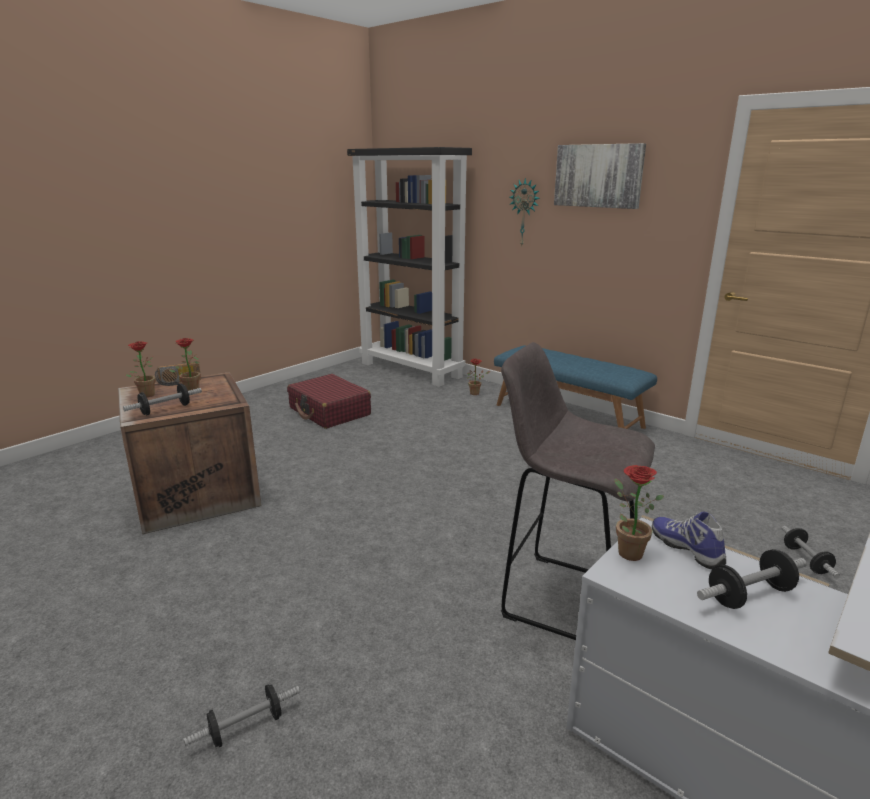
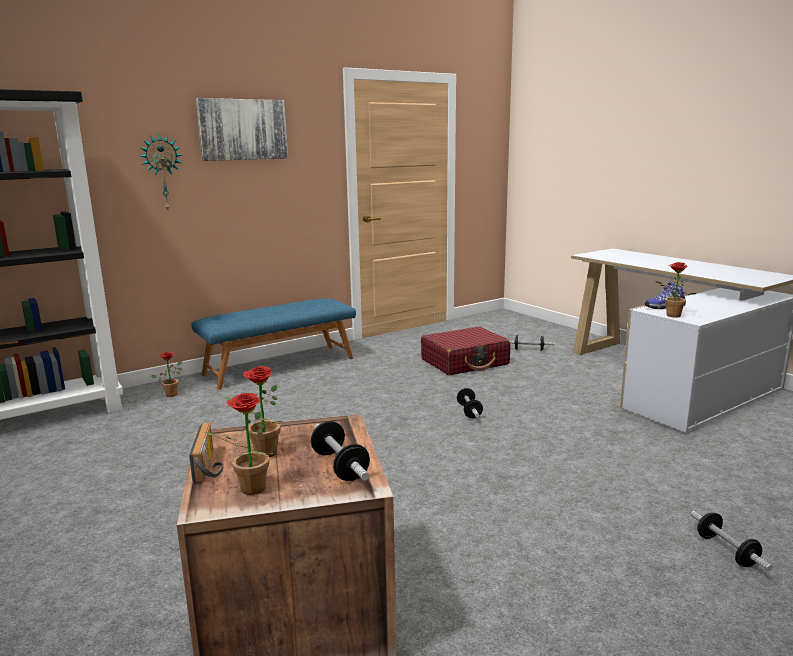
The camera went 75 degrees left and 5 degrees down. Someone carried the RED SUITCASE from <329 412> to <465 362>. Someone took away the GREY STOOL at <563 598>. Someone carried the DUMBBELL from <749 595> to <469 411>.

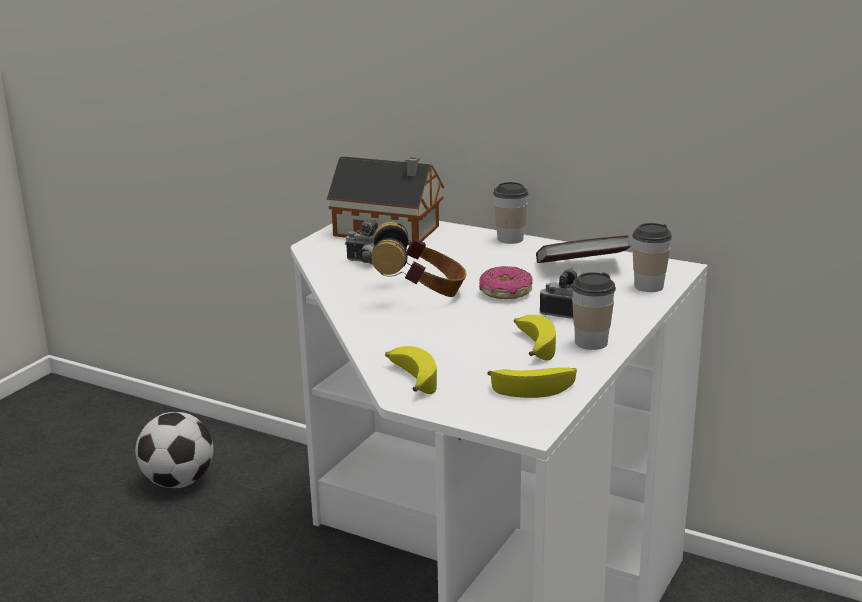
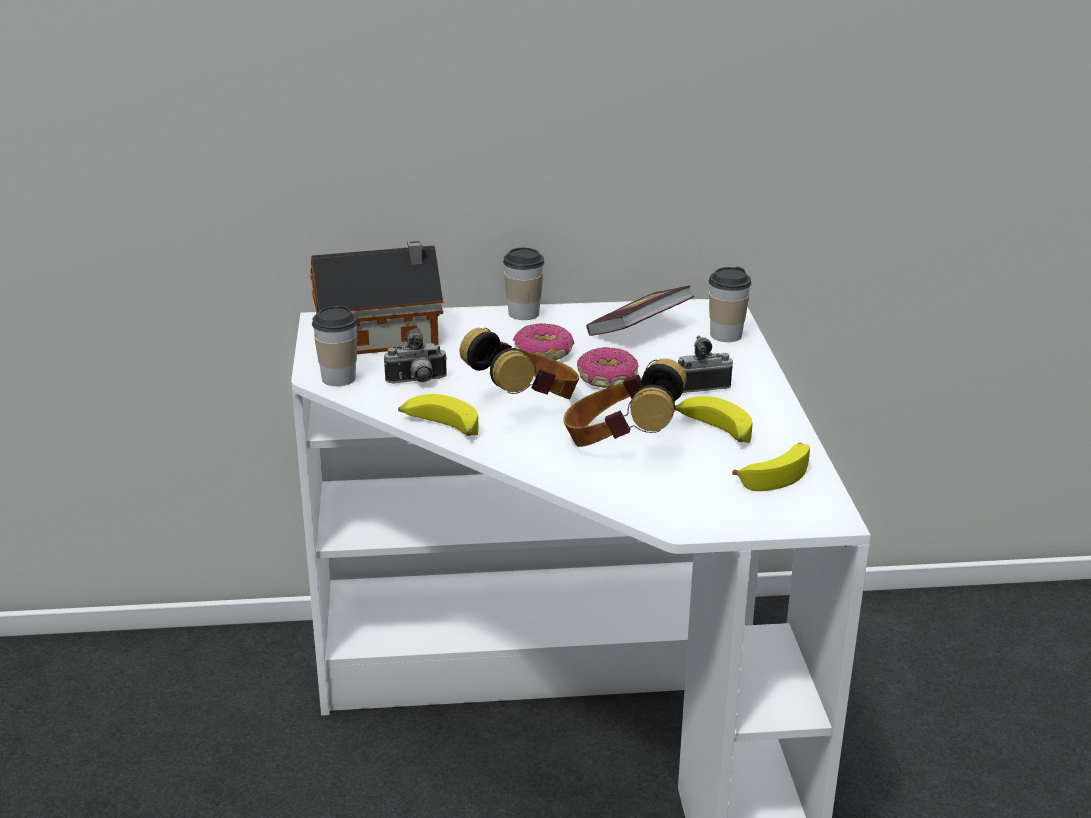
The camera went 35 degrees left and 5 degrees up. Someone took away the FOOTBALL at <178 482>. Someone carried the BANANA from <410 378> to <439 426>. Someone carried the CUP from <591 342> to <338 378>. Someone put down the DONUT at <543 353>. Someone put down the HEADPHONES at <620 444>.

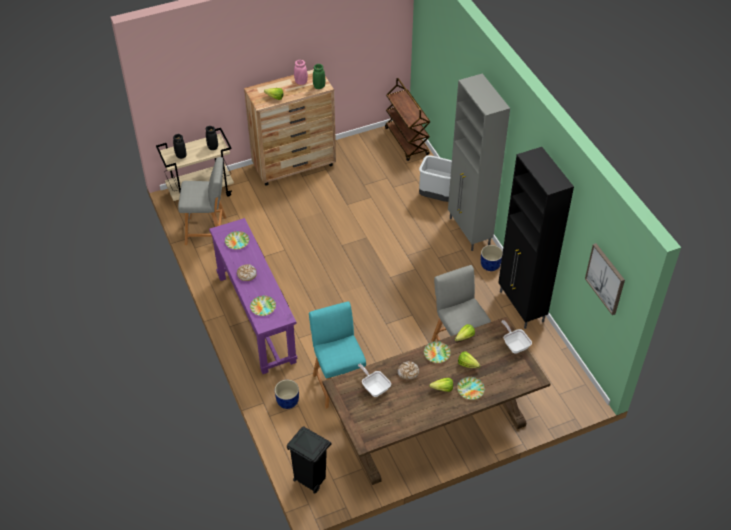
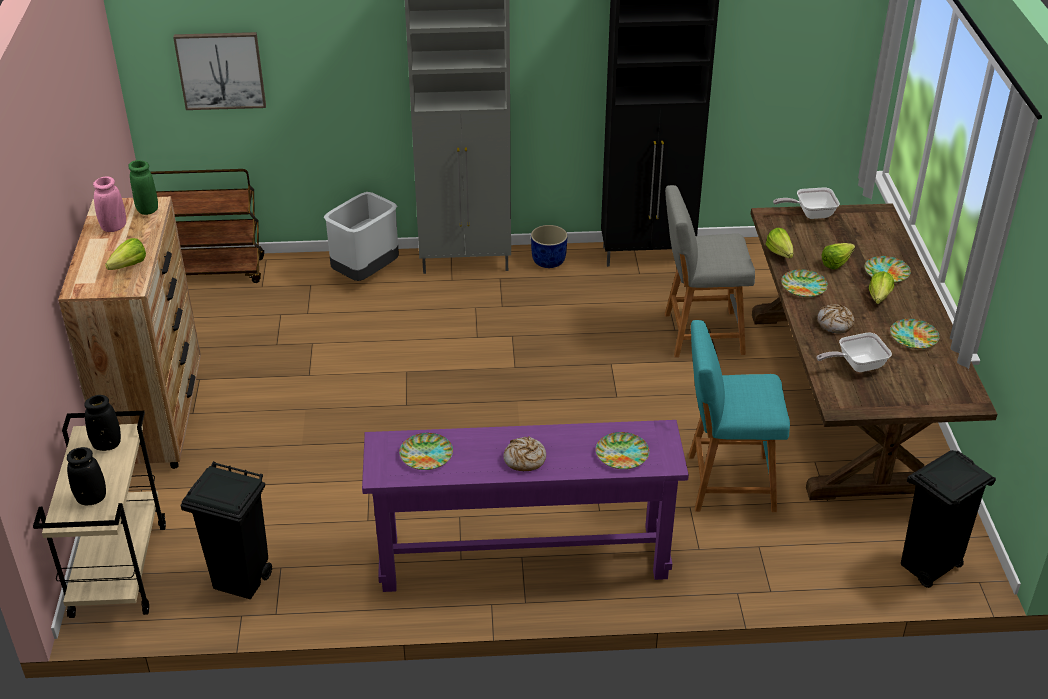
The camera went 70 degrees left and 10 degrees down. Someone swapped the GREY STOOL at <208 231> for the BLACK TRASH CAN at <242 581>. Someone took away the BLUE PLANTER at <287 401>. Someone carried the PICTURE from <605 278> to <221 70>. Someone put down the PLATE at <913 337>.

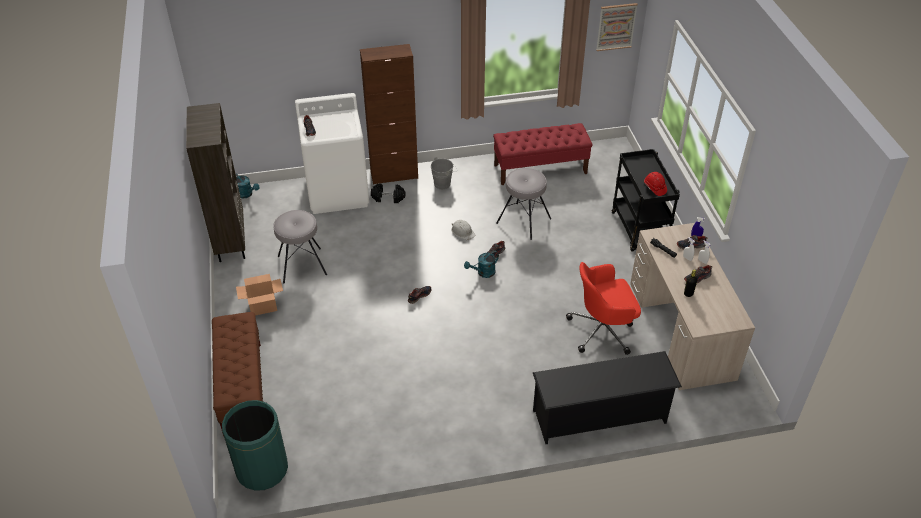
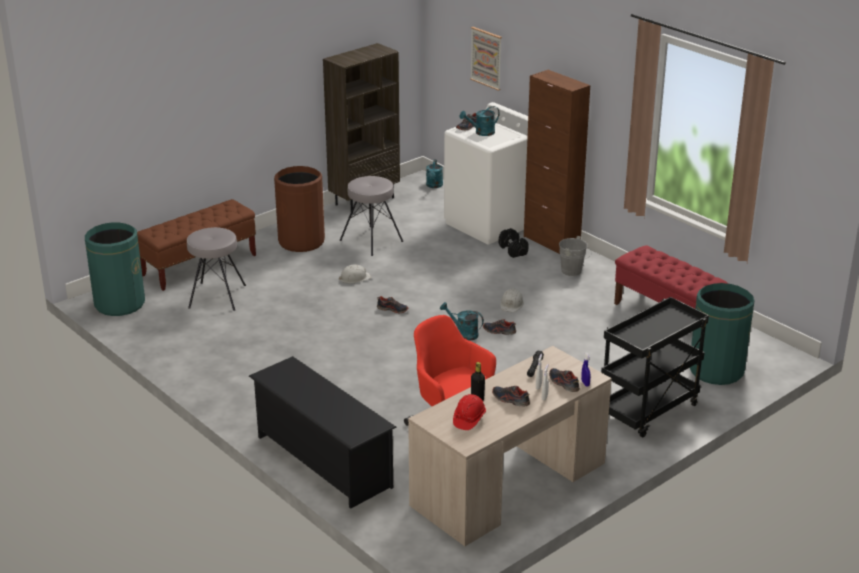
The camera went 60 degrees right and 15 degrees down. Someone swapped the CARDBOARD BOX at <263 306> for the BROWN TRASH CAN at <301 241>. Someone carried the GREY STOOL from <523 221> to <217 296>. Someone carried the PICTURE from <616 26> to <486 58>. Someone carried the RED HARD HAT from <654 188> to <469 419>. Someone put down the WHITE HARD HAT at <354 278>. Someone put down the TURQUOISE WATERING CAN at <481 133>. Someone put down the GREEN TRASH CAN at <716 370>.

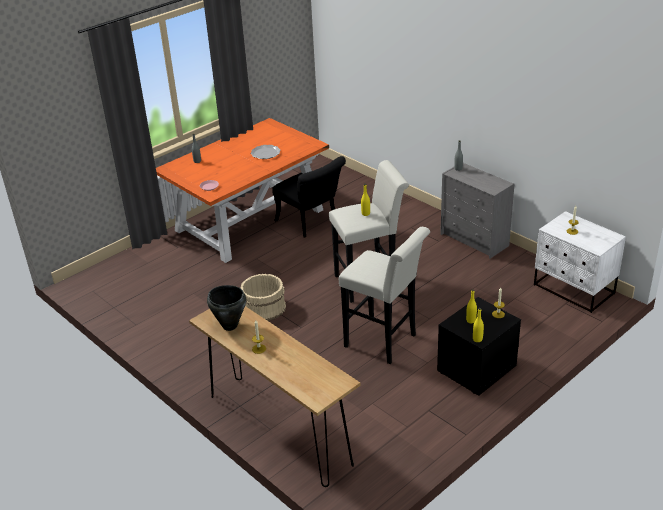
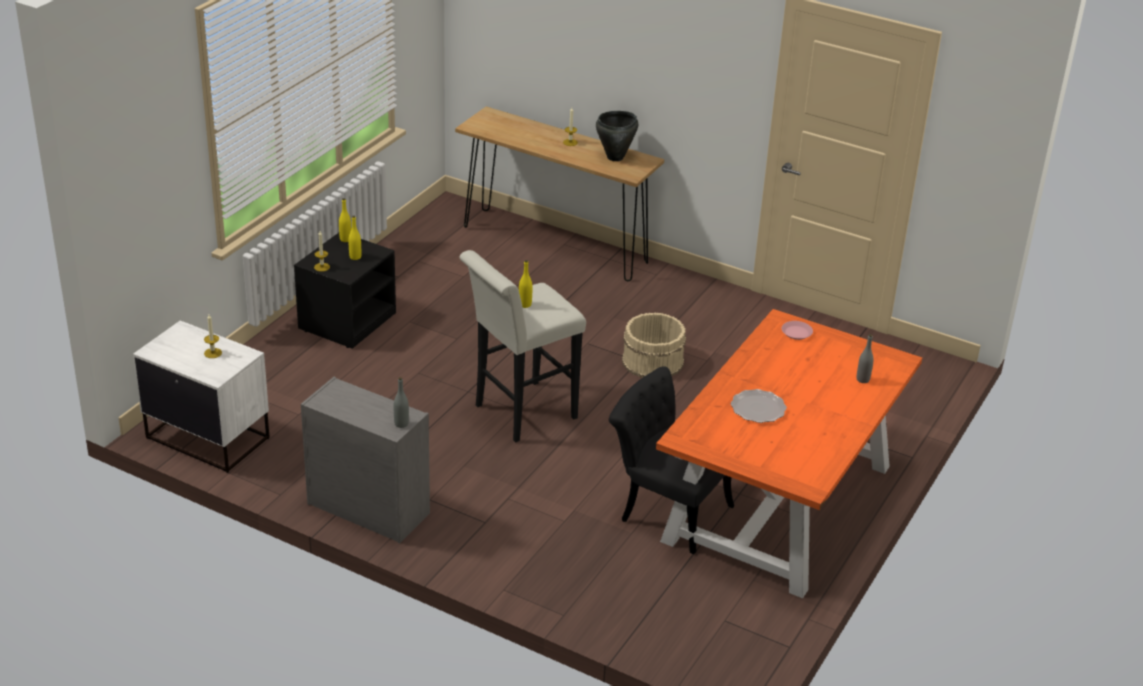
The camera went 160 degrees right and 0 degrees up. Someone took away the WHITE STOOL at <385 342>.

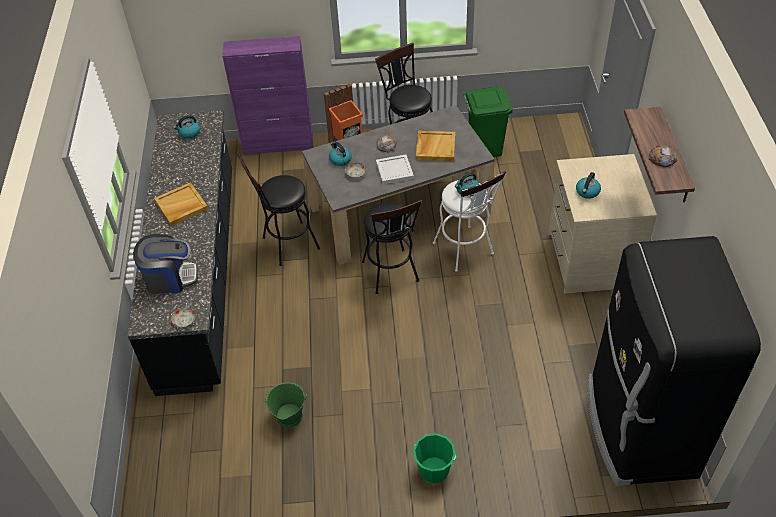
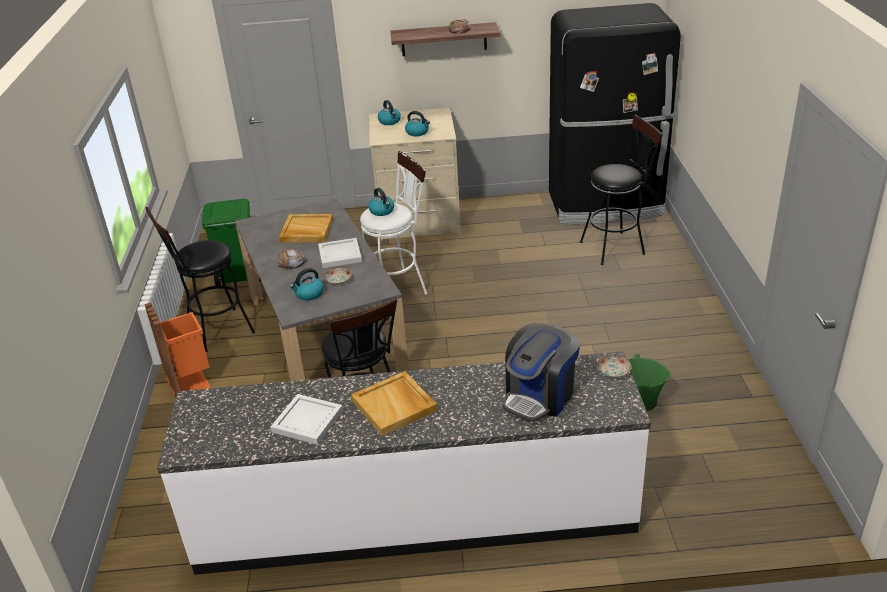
The camera went 90 degrees left and 15 degrees down. Someone repainted the BLACK COUNTER at <200 275>, which became the WHITE COUNTER at <415 514>. Someone rotated the COFFEE MACHINE at <170 277> by 135 degrees counterclockwise. Someone carried the KETTLE from <189 133> to <390 121>. Someone took away the PURPLE CABINET at <279 144>. Someone carried the BLACK STOOL from <392 275> to <617 246>. Someone took away the GREEN BUCKET at <434 470>. Someone put down the WHITE TRAY at <309 421>.

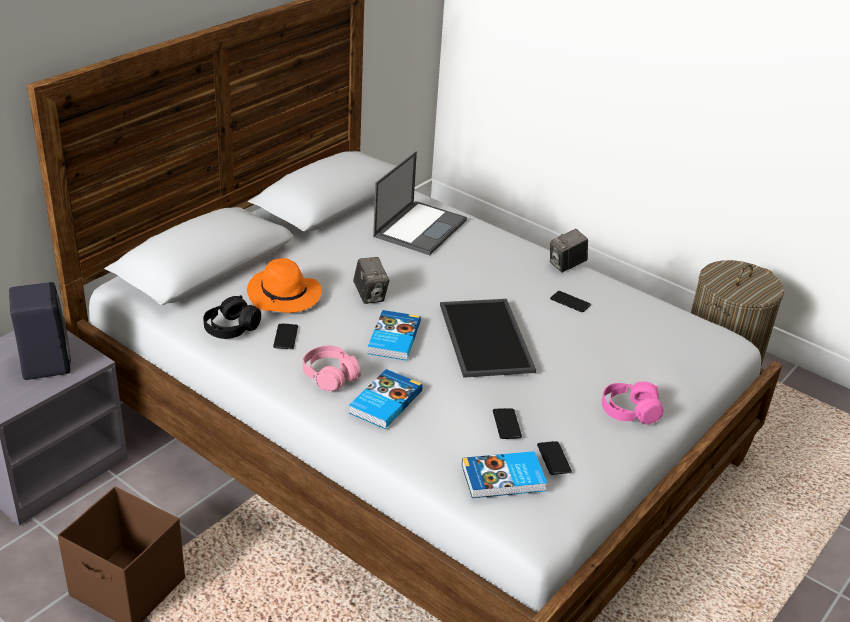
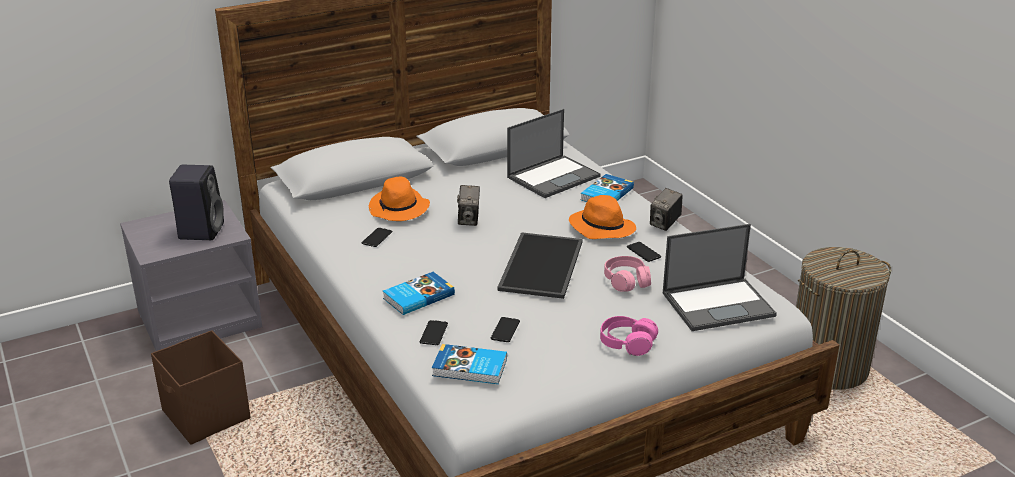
The camera went 25 degrees right and 5 degrees down. Someone took away the BLACK HEADPHONES at <231 328>. Someone carried the PINK HEADPHONES from <330 376> to <626 281>. Someone carried the BOOK from <392 338> to <606 194>. Someone carried the PHONE from <554 458> to <434 333>. Someone rotated the PHOTO CAMERA at <566 265> by 45 degrees counterclockwise. Someone put down the ORANGE HAT at <601 228>. Someone put down the LAPTOP at <719 304>.

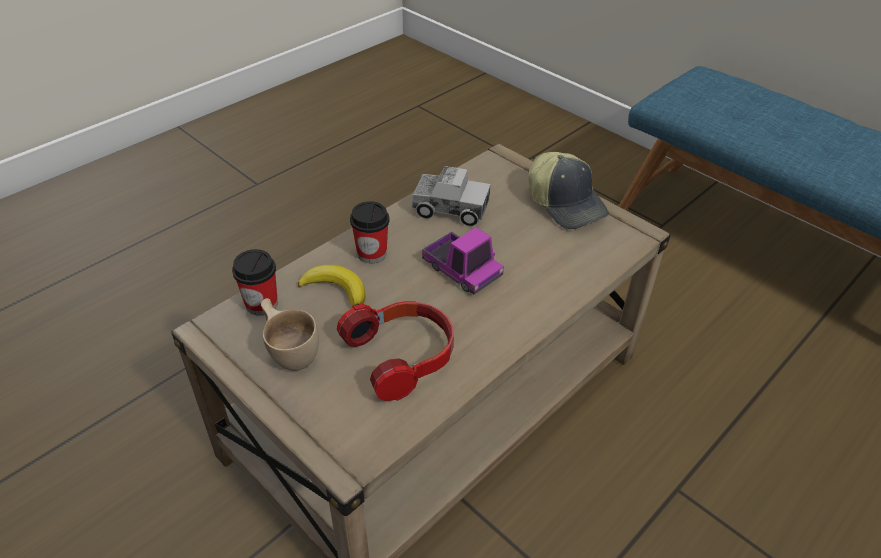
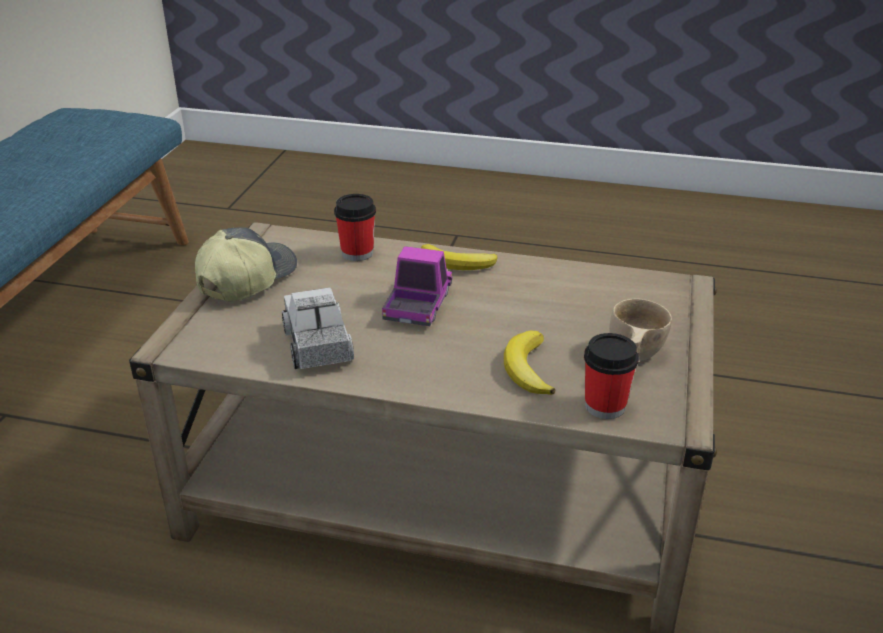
The camera went 120 degrees left and 10 degrees down. Someone took away the HEADPHONES at <403 355>. Someone carried the CUP from <371 253> to <357 253>. Someone put down the BANANA at <458 264>.

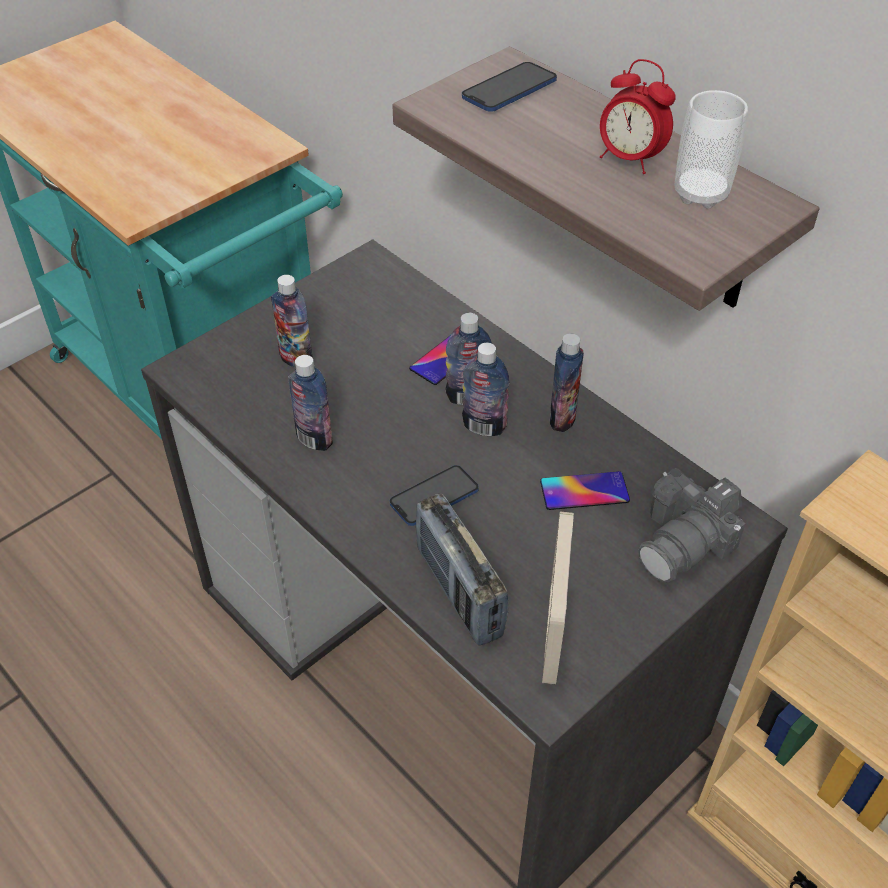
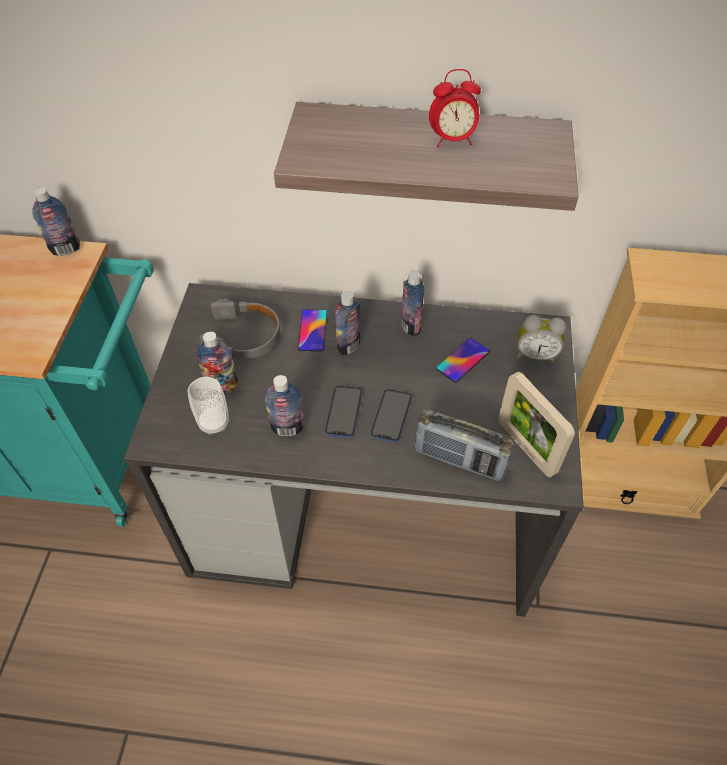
The camera went 40 degrees left and 5 degrees up. Someone carried the PHONE from <509 89> to <344 412>. Someone carried the BOTTLE from <484 426> to <66 249>. Someone swapped the PHOTO CAMERA at <685 542> for the ALARM CLOCK at <535 354>. Someone carried the CUP from <700 194> to <214 423>. Someone put down the GREY HEADPHONES at <244 337>.

